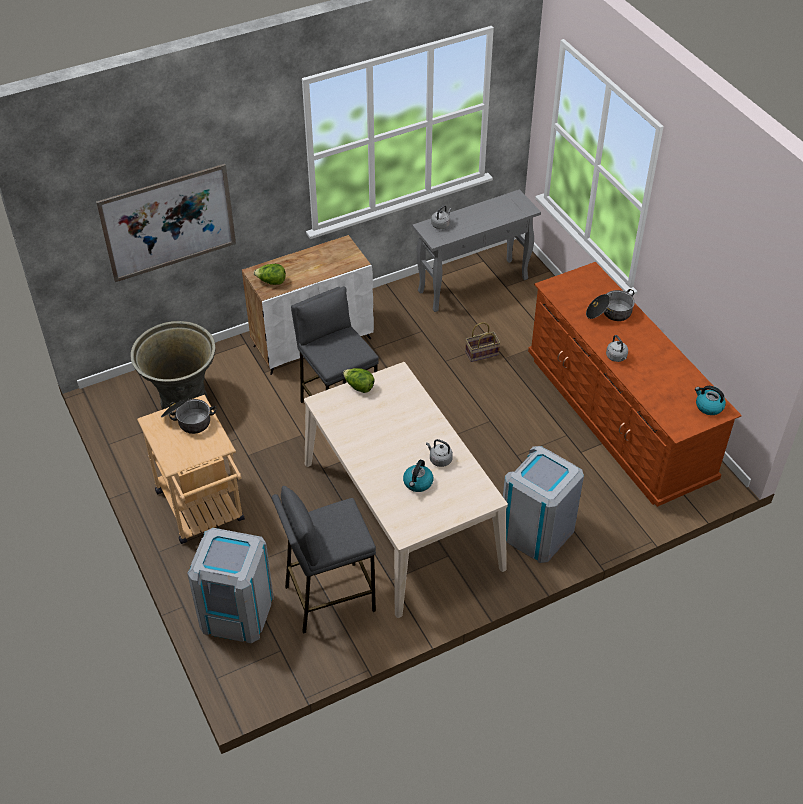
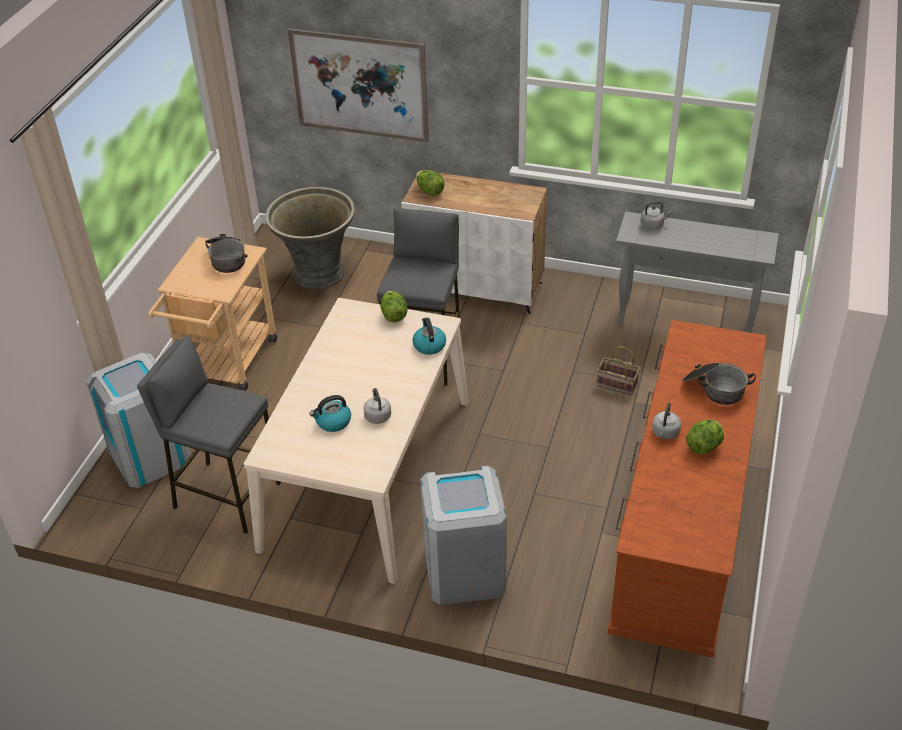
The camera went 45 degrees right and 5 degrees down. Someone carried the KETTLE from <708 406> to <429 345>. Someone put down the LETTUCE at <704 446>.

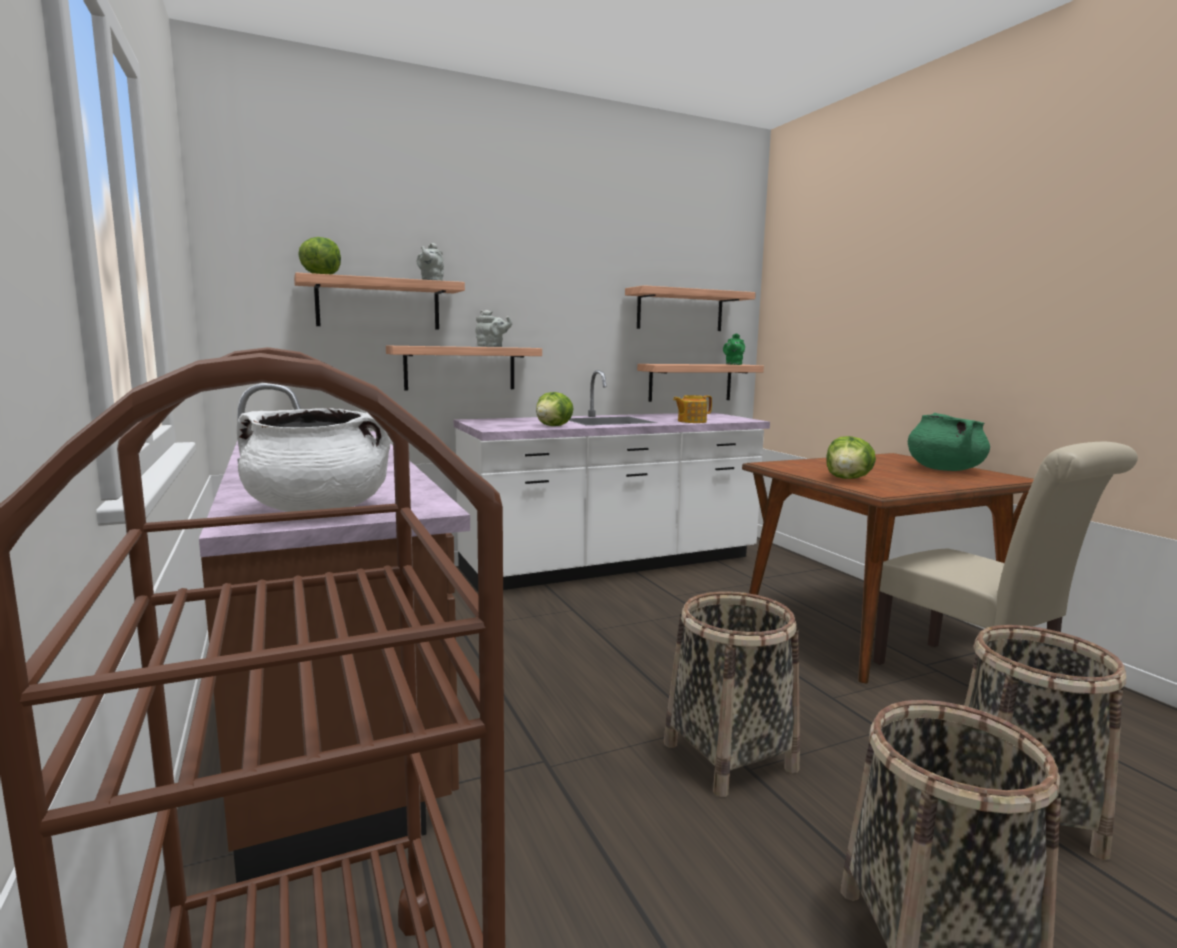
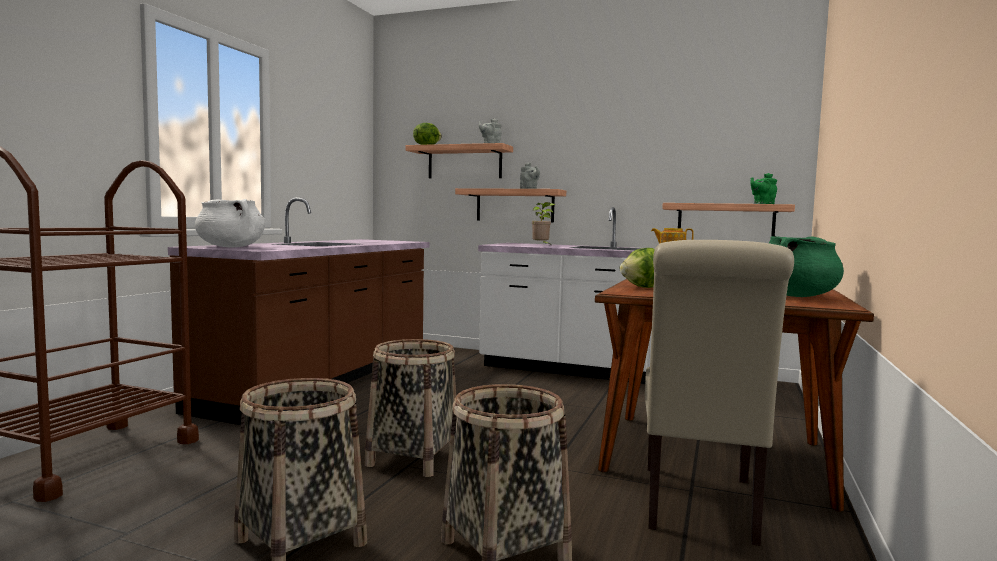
The camera went 45 degrees right and 5 degrees down. Someone swapped the LETTUCE at <554 426> for the POTTED PLANT at <541 246>. Someone took away the SHELF at <680 310>.

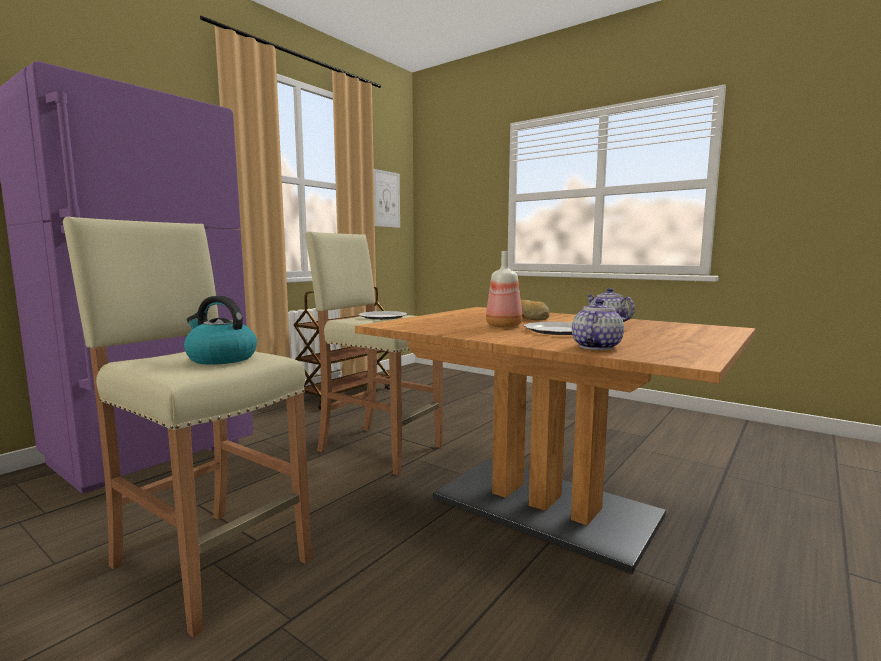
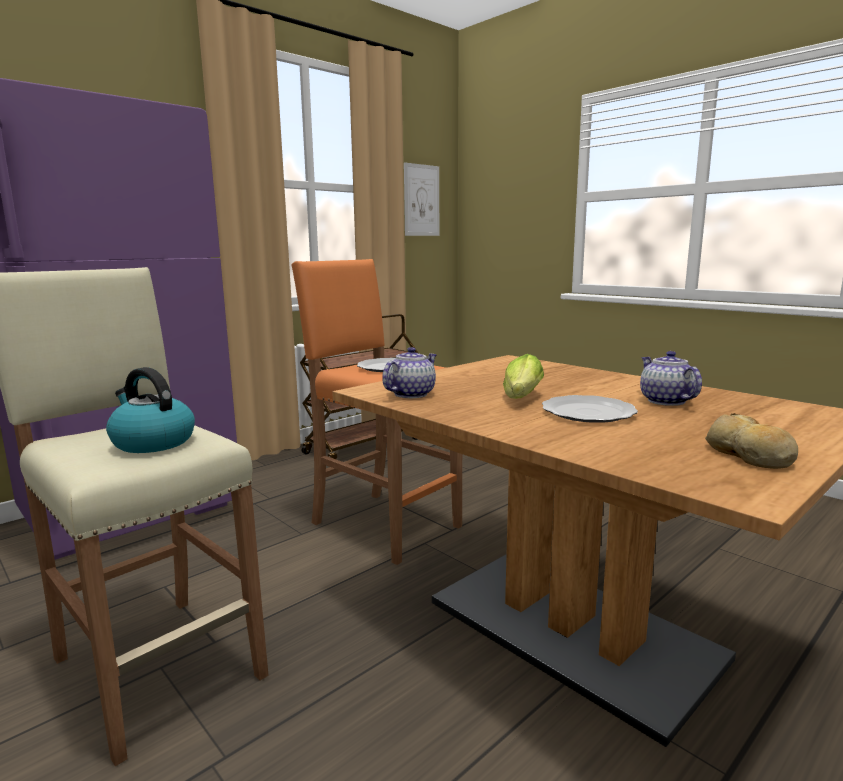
The camera went 10 degrees right and 5 degrees up. Someone repainted the BEIGE STOOL at <379 448>, which became the ORANGE STOOL at <384 524>. Someone swapped the BOTTLE at <504 326> for the LETTUCE at <521 398>. Someone carried the BREAD from <530 318> to <749 455>. Someone carried the TEAPOT from <595 347> to <411 394>.

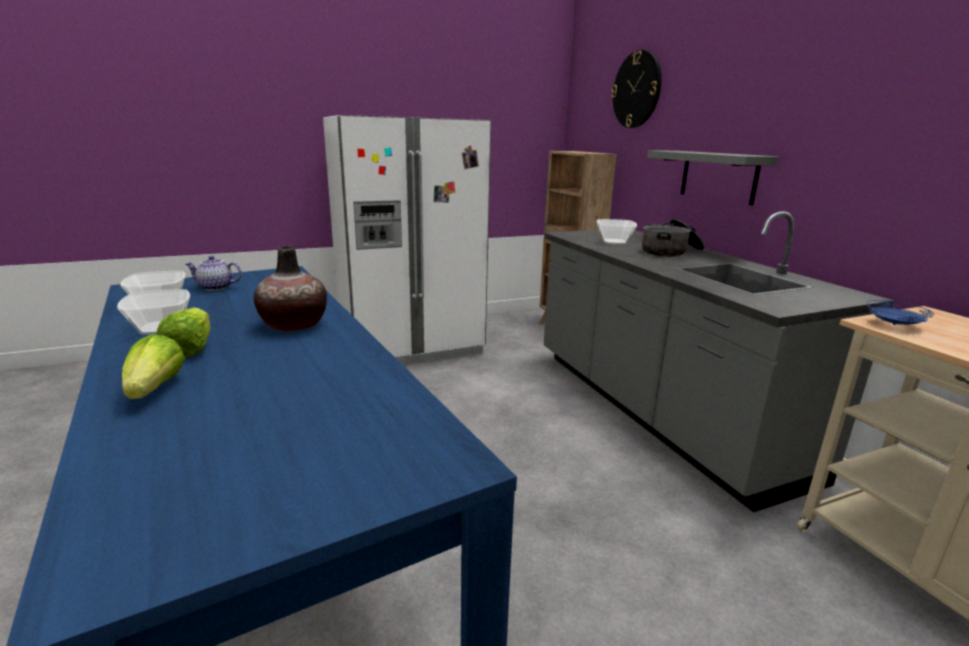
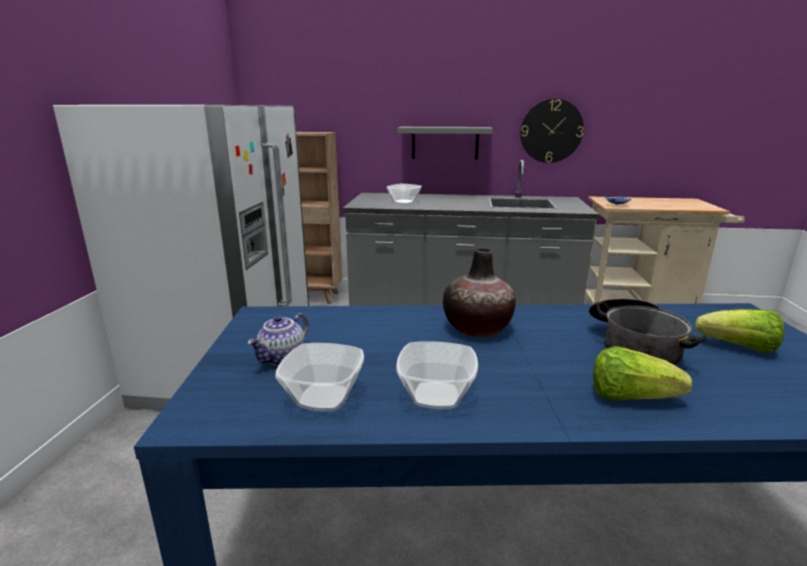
The camera went 60 degrees left and 0 degrees up. Someone carried the LETTUCE from <191 349> to <738 347>. Someone carried the WALL CLOCK from <636 90> to <551 131>. Someone carried the COOKING POT from <671 251> to <633 347>.

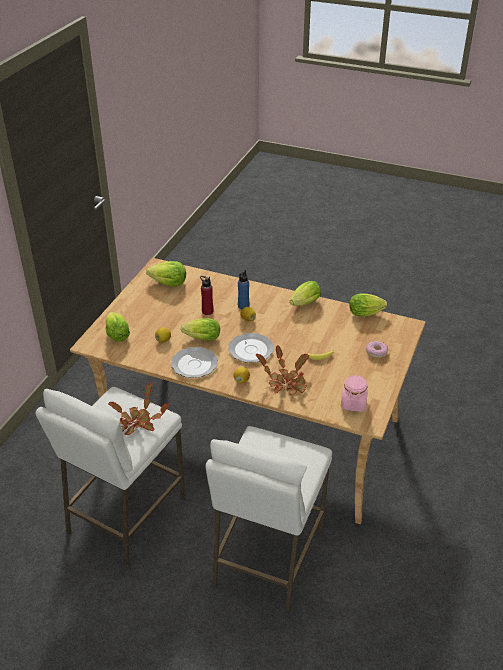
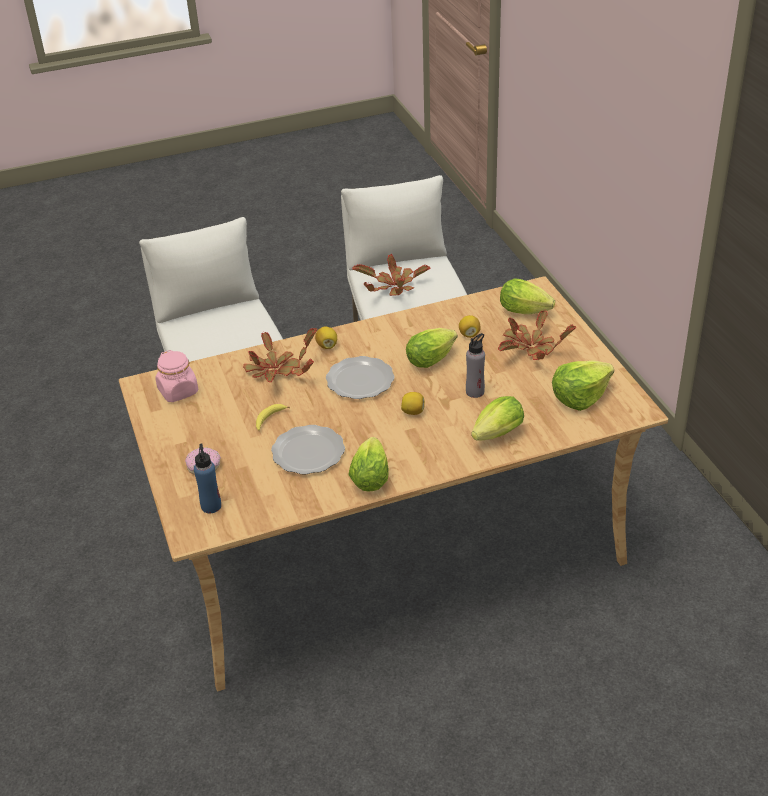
The camera went 140 degrees right and 0 degrees up. Someone carried the PLATE from <194 363> to <309 452>. Someone repainted the RED BOTTLE at <207 311>, which became the GREY BOTTLE at <475 392>. Someone carried the BLUE BOTTLE from <243 306> to <211 506>. Someone carried the LETTUCE from <367 313> to <495 436>. Someone put down the POTTED PLANT at <530 348>.

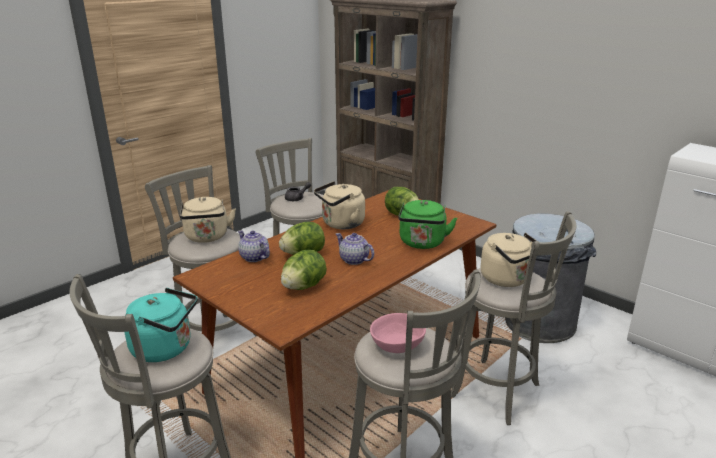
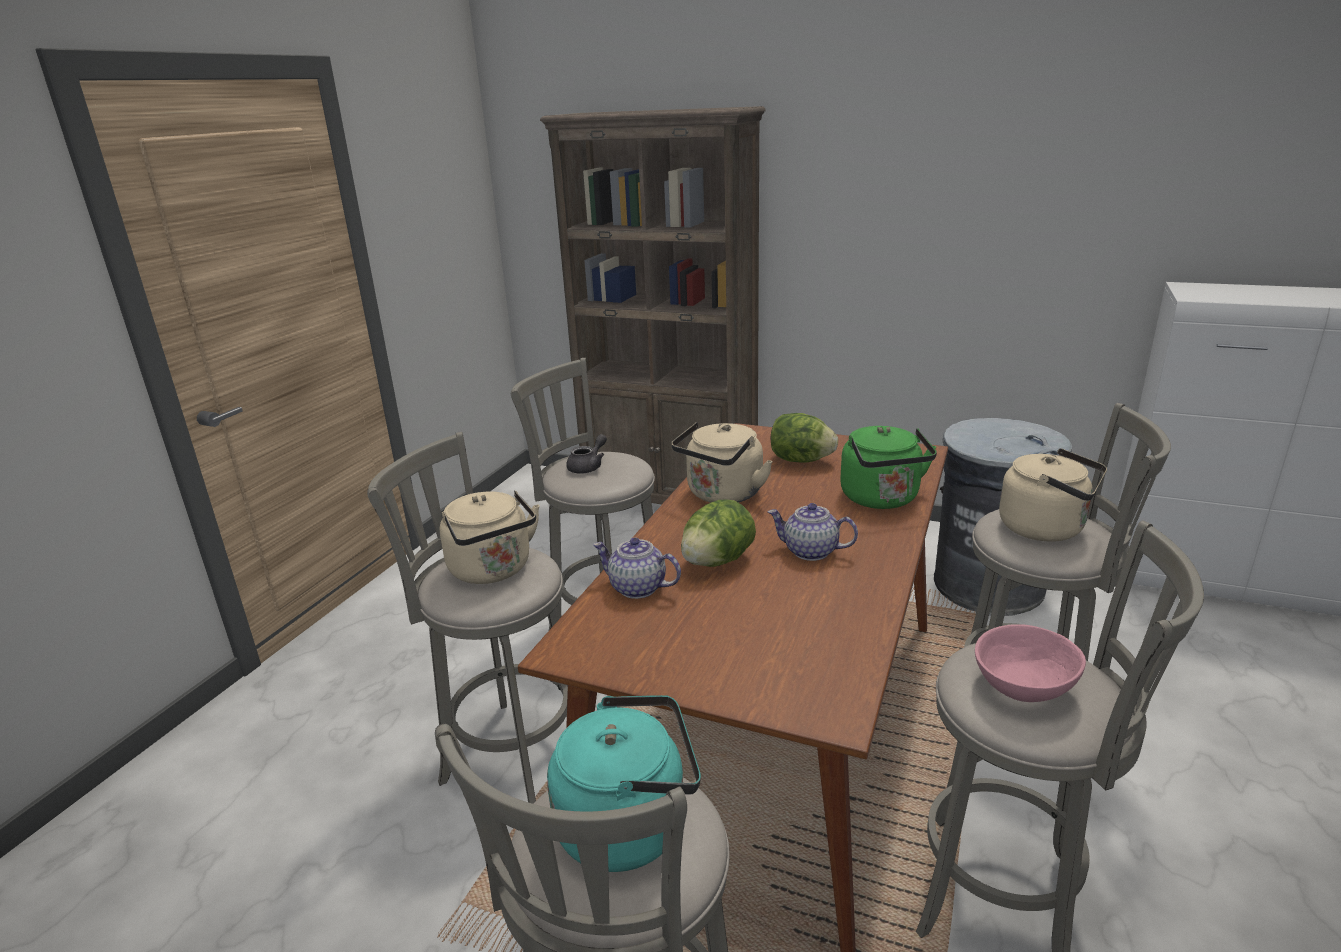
The camera went 20 degrees left and 0 degrees up. Someone took away the LETTUCE at <303 286>.

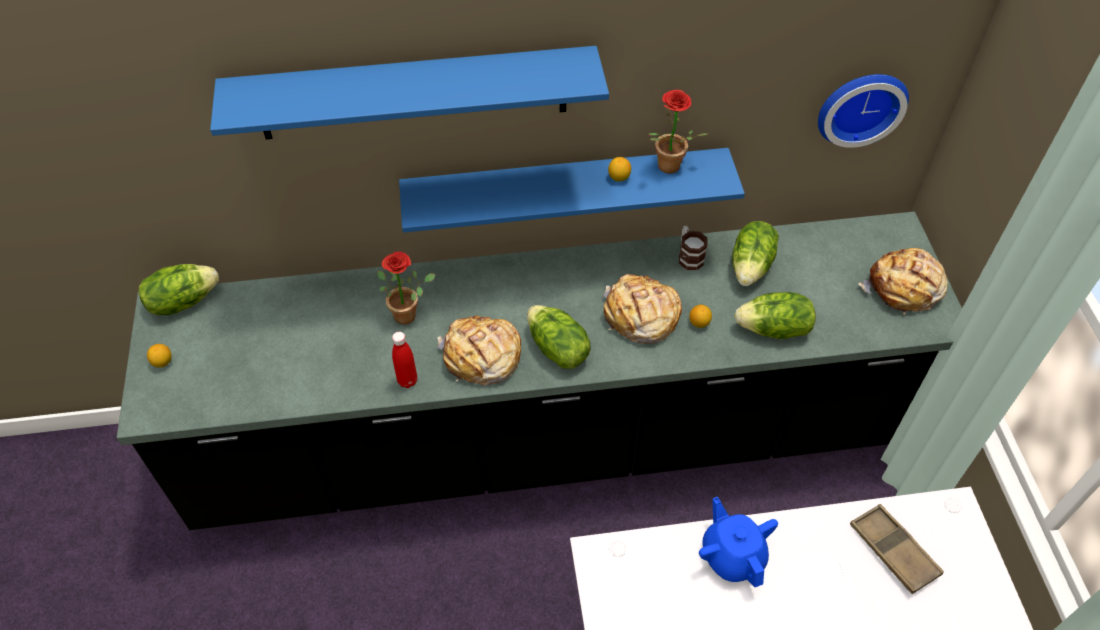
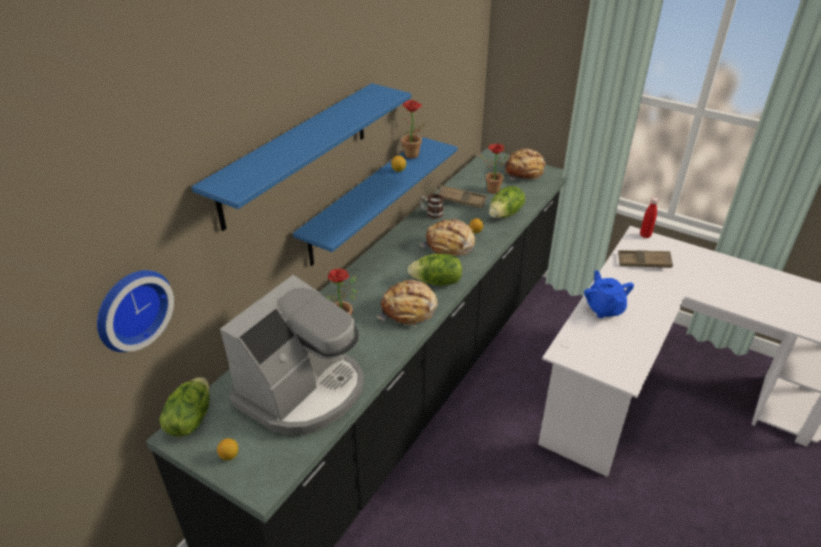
The camera went 50 degrees left and 15 degrees down. Someone carried the RED BOTTLE from <407 381> to <645 235>. Someone rotated the BLUE TEAPOT at <732 556> by 60 degrees clockwise. Someone swapped the LETTUCE at <751 266> for the BROWN TRAY at <461 200>. Someone carried the WALL CLOCK from <860 105> to <131 308>. Someone put down the COFFEE MACHINE at <303 391>. Someone put down the POTTED PLANT at <490 190>.

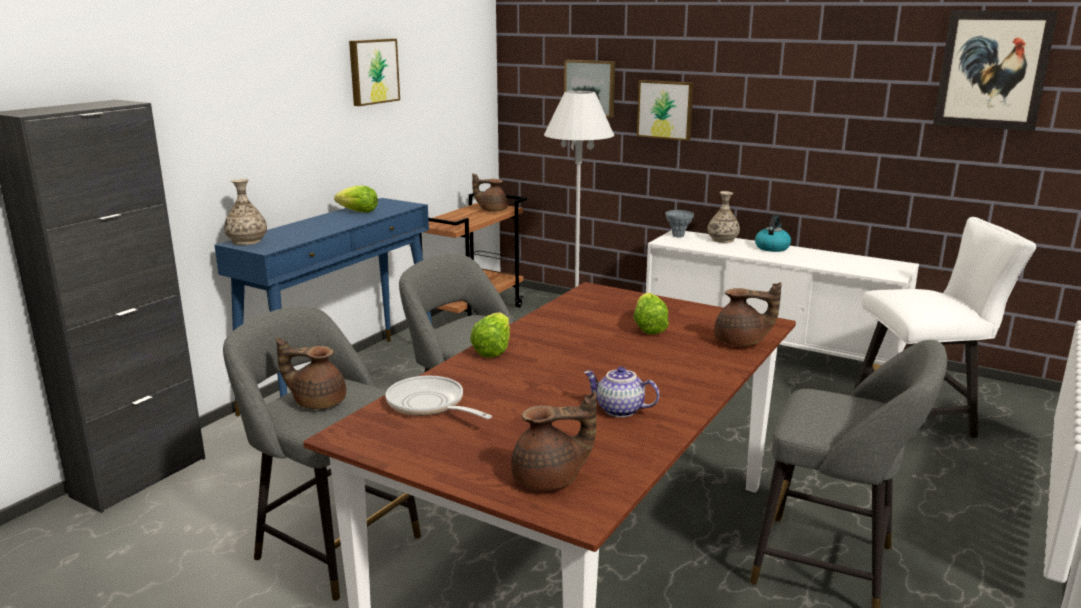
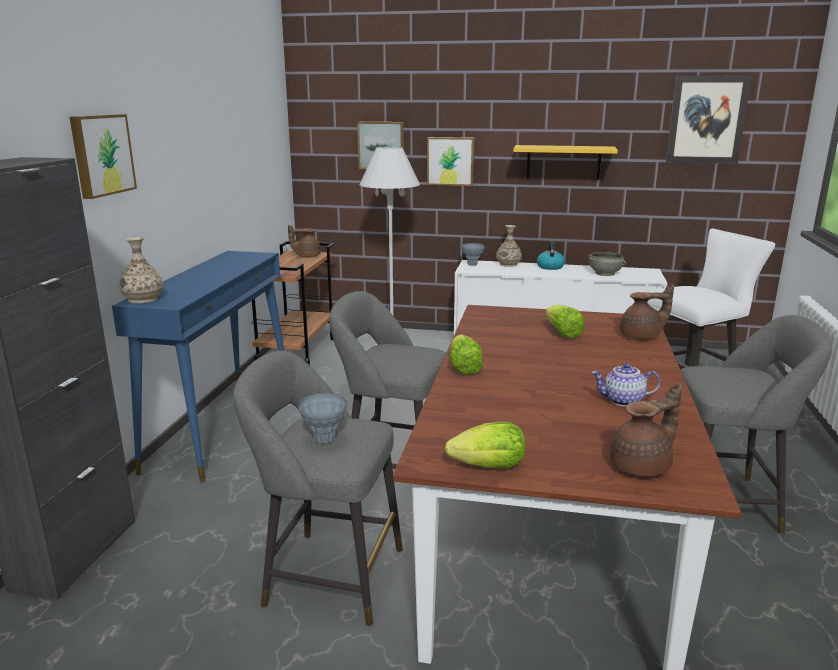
The camera went 20 degrees left and 0 degrees up. Someone swapped the BROWN TEAPOT at <318 401> for the GREY VASE at <324 439>. Someone carried the LETTUCE from <358 212> to <489 467>. Someone carried the PICTURE from <372 71> to <101 155>. Someone took away the FRYING PAN at <429 405>. Someone put up the YELLOW SHELF at <563 162>. Someone put down the GREY BOWL at <604 273>.

